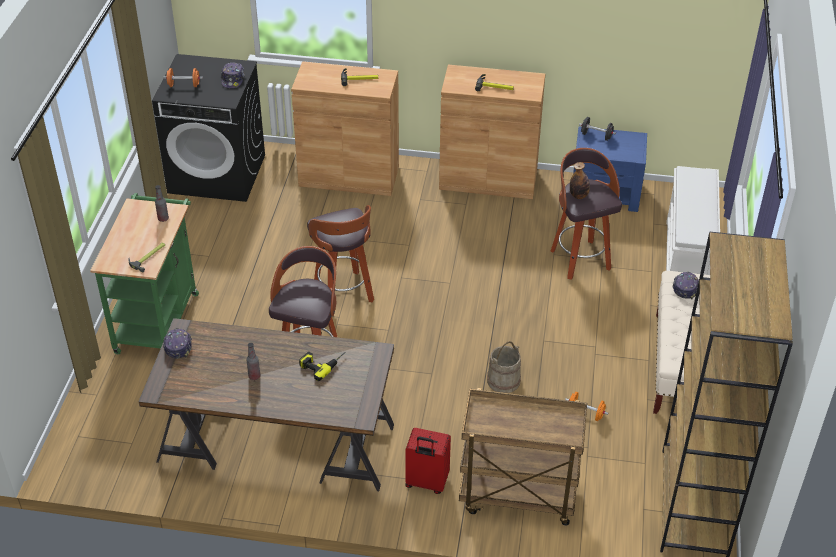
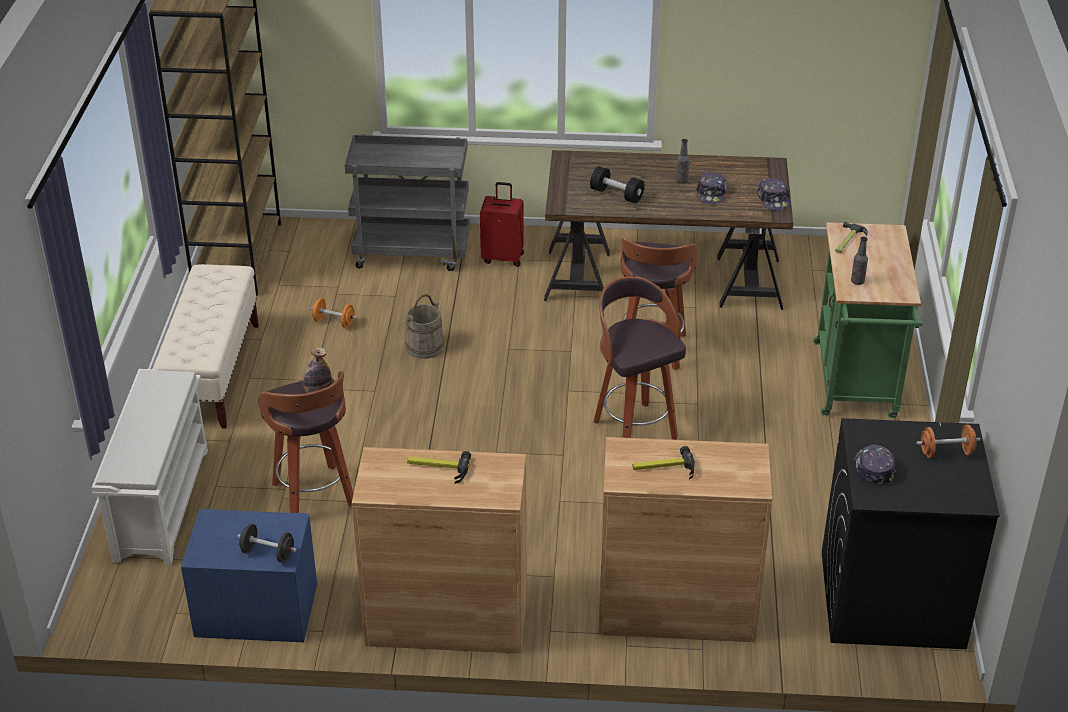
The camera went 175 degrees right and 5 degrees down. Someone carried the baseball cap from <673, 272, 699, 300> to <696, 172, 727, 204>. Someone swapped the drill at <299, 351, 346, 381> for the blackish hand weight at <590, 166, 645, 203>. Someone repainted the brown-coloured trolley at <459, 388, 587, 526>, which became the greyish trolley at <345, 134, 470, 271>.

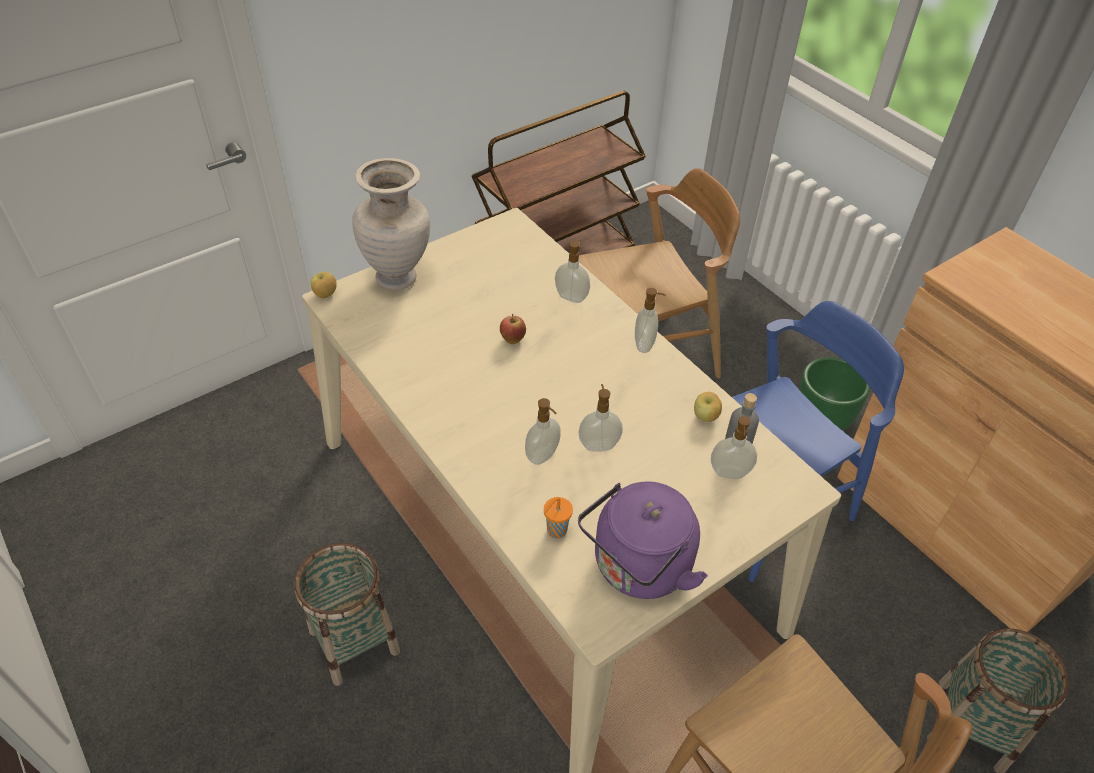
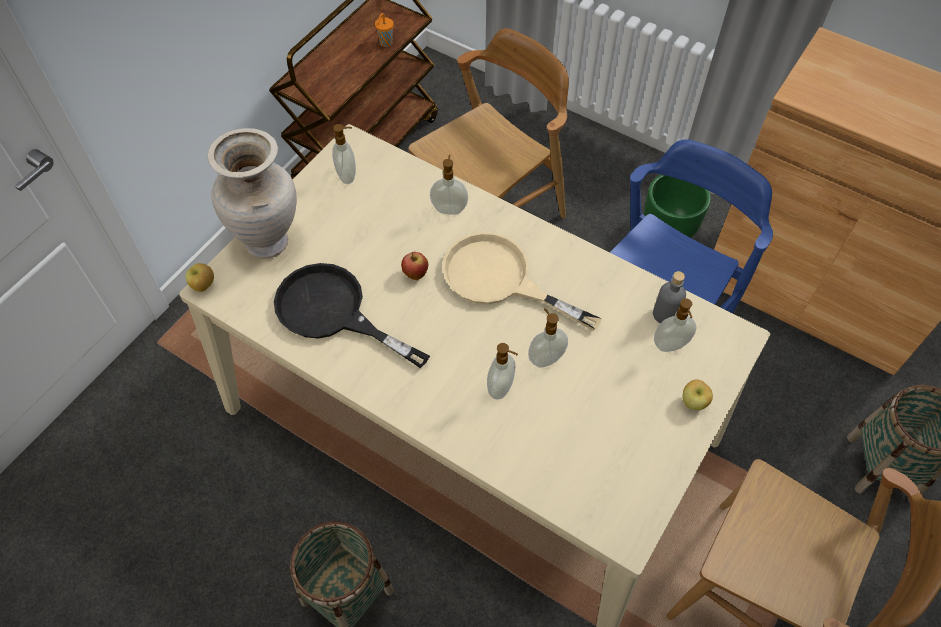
The camera went 20 degrees left and 10 degrees up. Someone carried the liquid soap bottle from <635, 288, 666, 353> to <332, 124, 356, 184>. Someone carried the whole apple from <694, 392, 722, 422> to <683, 379, 713, 410>. Someone took away the purple-coloured water kettle at <578, 481, 708, 599>. Someone carried the orange cup from <544, 497, 573, 539> to <375, 13, 394, 47>. Someone put down the beige pan at <442, 232, 602, 331>. Someone put down the blackish pan at <274, 263, 430, 368>.

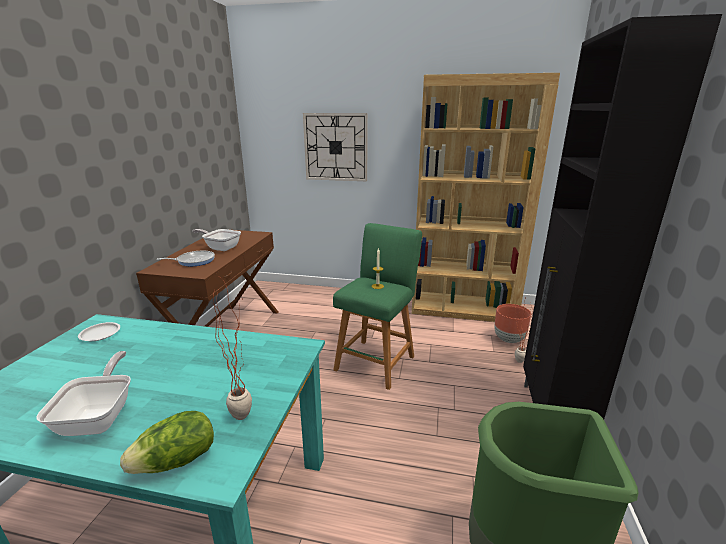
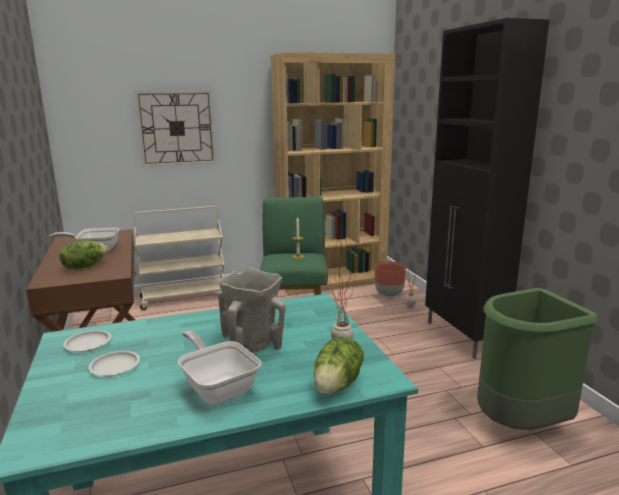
The camera went 30 degrees left and 5 degrees down. Someone swapped the pan at <157, 251, 215, 266> for the head of lettuce at <59, 240, 108, 269>. Someone put down the beige trolley at <133, 206, 224, 310>. Someone put down the beige flower vase at <218, 268, 286, 353>. Someone put down the white-coloured plate at <88, 351, 140, 376>.

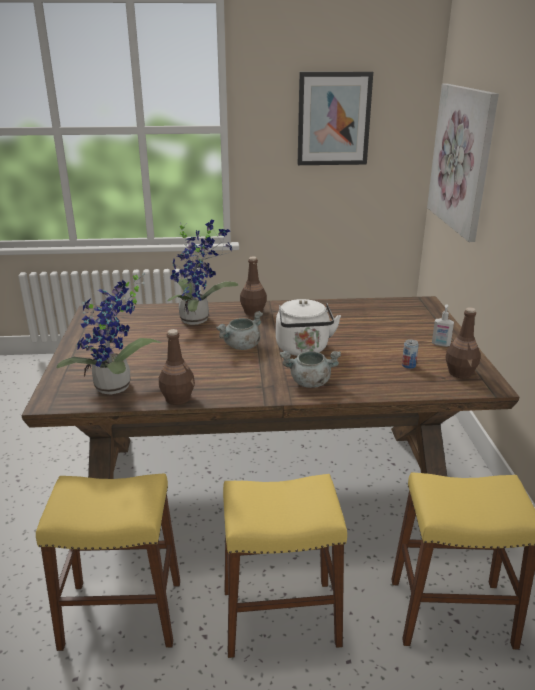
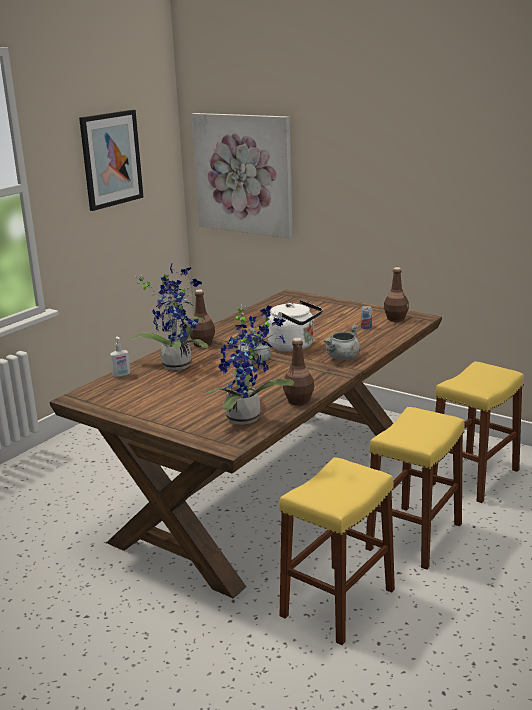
The camera went 50 degrees left and 5 degrees down. Someone carried the liquid soap bottle from <432, 304, 454, 347> to <110, 337, 130, 377>.

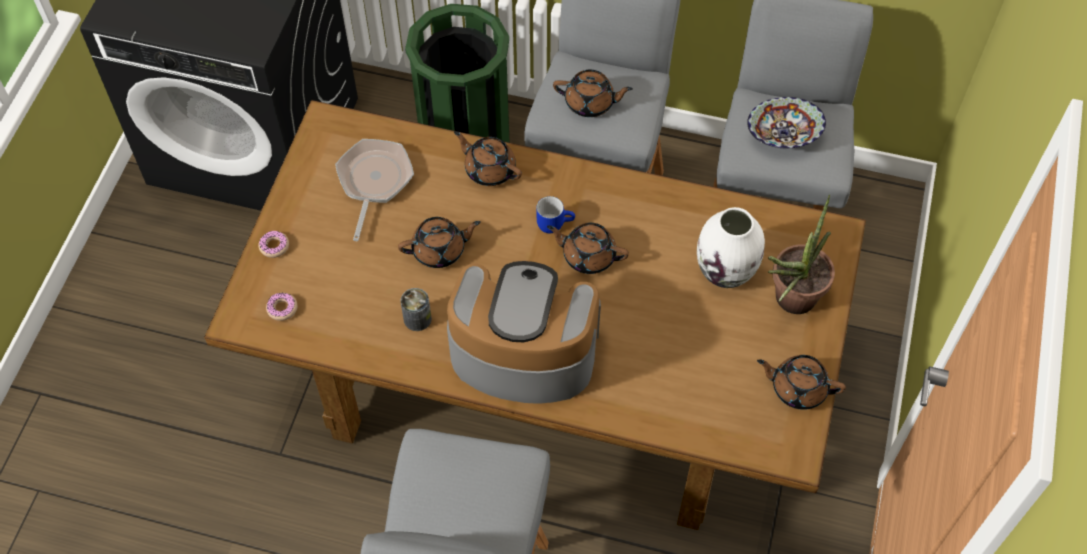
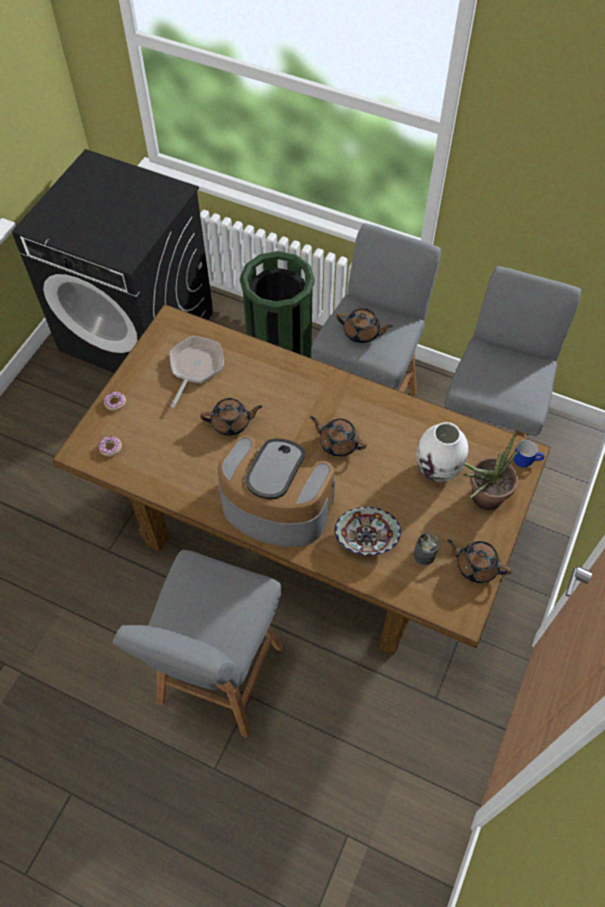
The camera went 10 degrees right and 0 degrees up. Someone carried the deep dish from <747, 97, 826, 148> to <334, 507, 401, 556>. Someone took away the brown-coloured tea pot at <454, 131, 522, 186>. Someone carried the blue-coloured coffee mug from <536, 196, 575, 233> to <514, 440, 545, 468>. Someone carried the can from <400, 288, 432, 331> to <414, 533, 439, 565>.

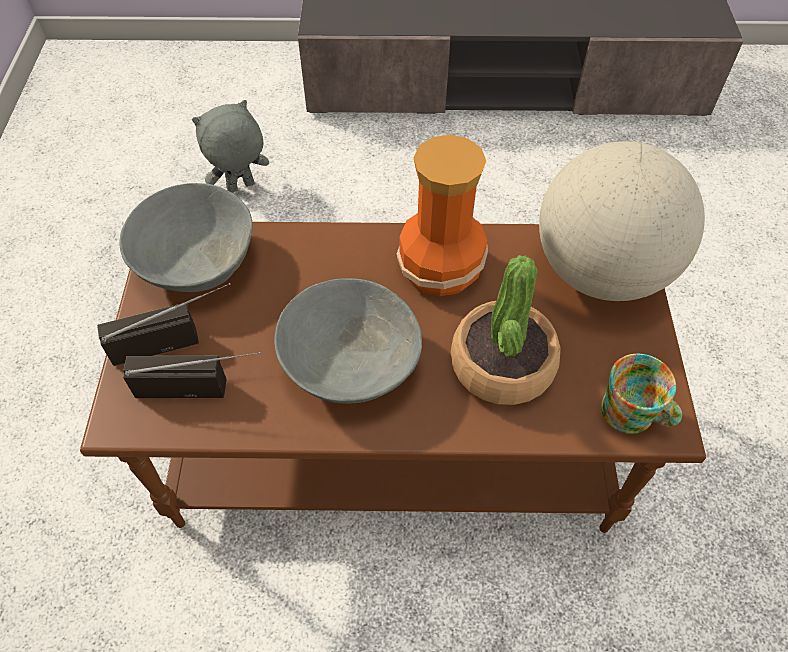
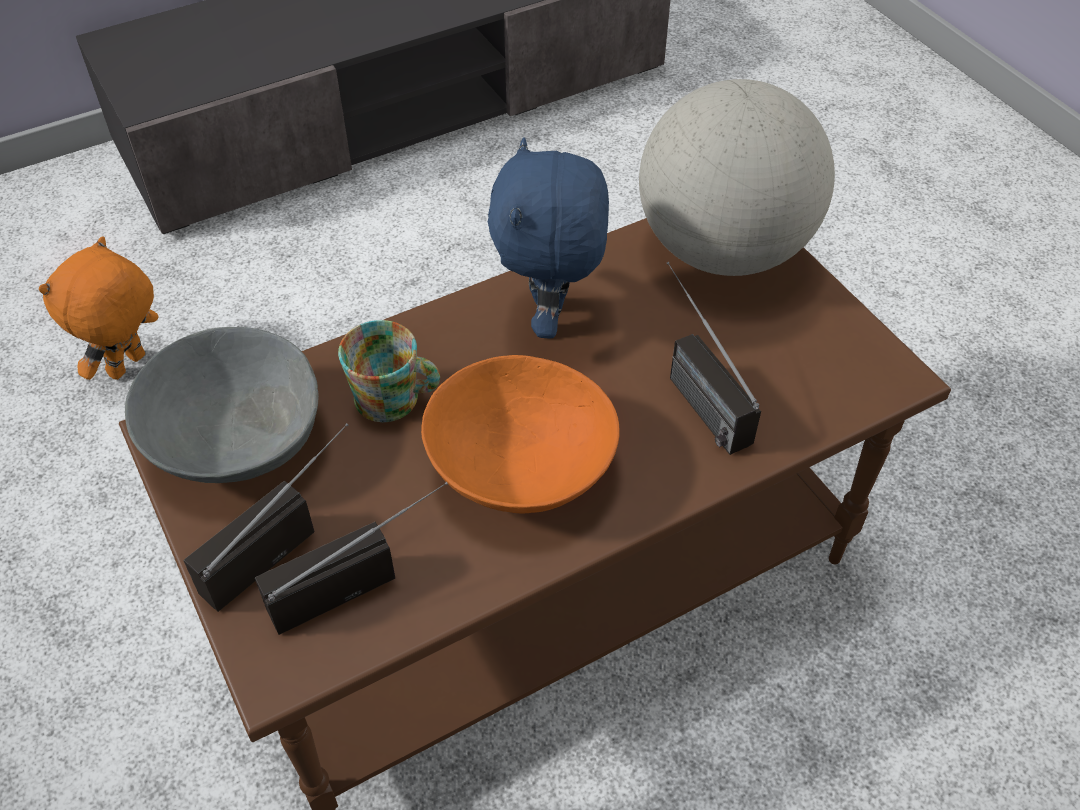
The camera went 30 degrees left and 5 degrees down. Someone repainted the greyish cuddly toy at <192, 100, 269, 193>, which became the orange cuddly toy at <39, 236, 159, 380>. Someone swapped the flower vase at <397, 135, 488, 296> for the blue-coloured cuddly toy at <488, 138, 609, 339>. Someone swapped the plant in a pot at <451, 255, 561, 405> for the radio at <667, 262, 761, 455>. Someone repainted the greyish deep dish at <274, 278, 422, 404>, which became the orange deep dish at <421, 355, 620, 513>. Someone carried the coffee mug from <601, 354, 682, 434> to <338, 320, 440, 422>.

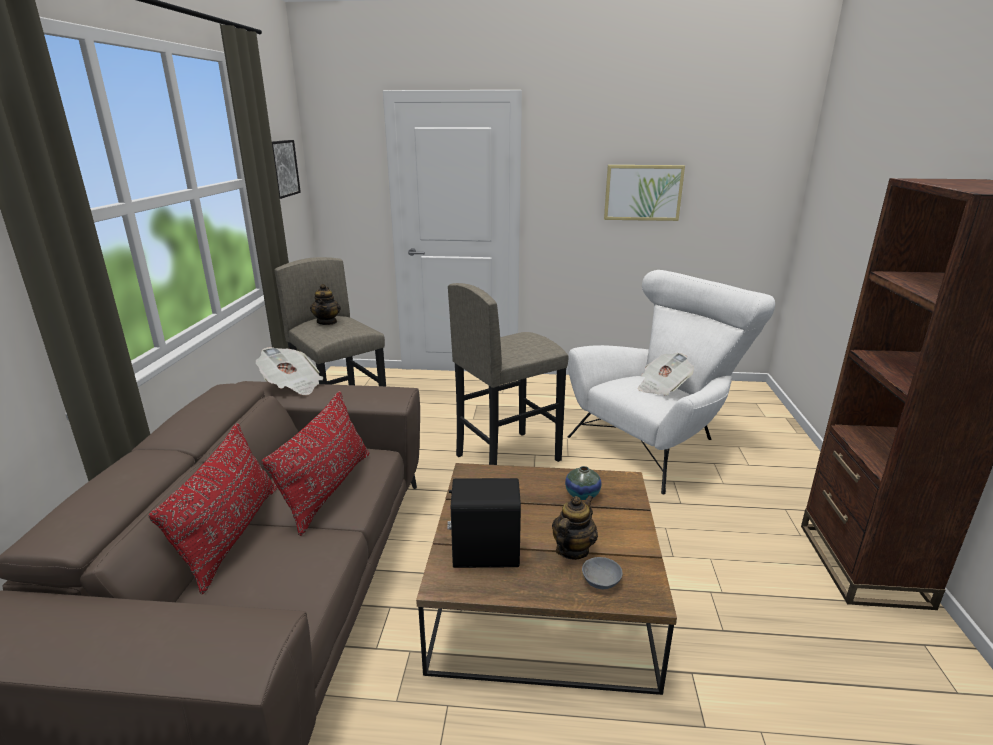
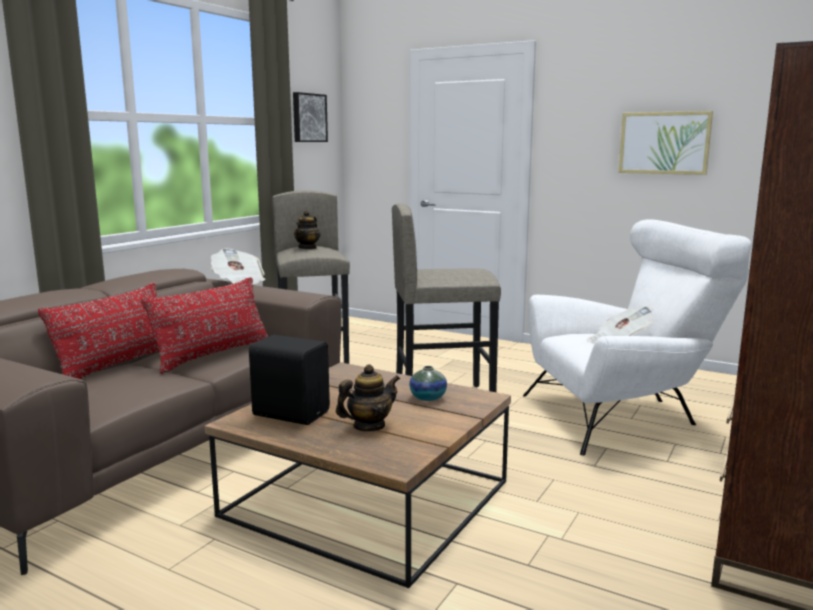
The camera went 25 degrees right and 10 degrees down. Someone took away the greyish deep dish at <582, 557, 623, 589>.

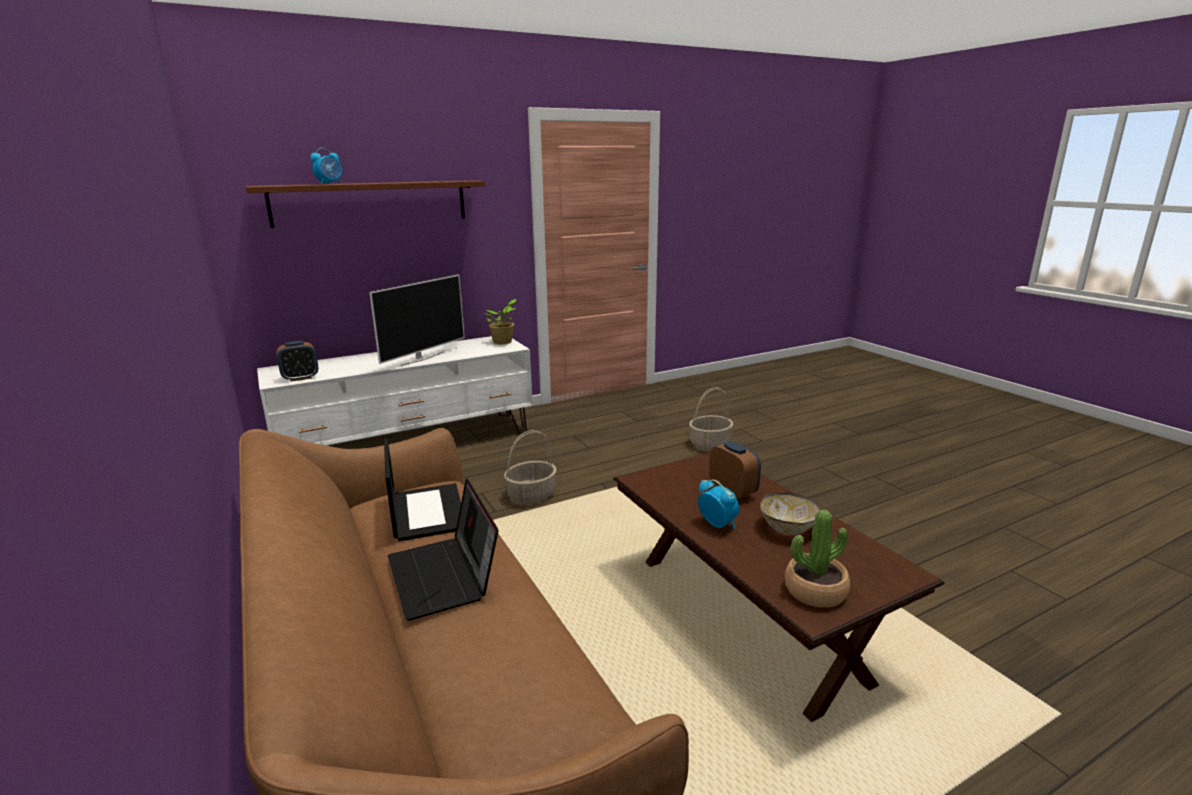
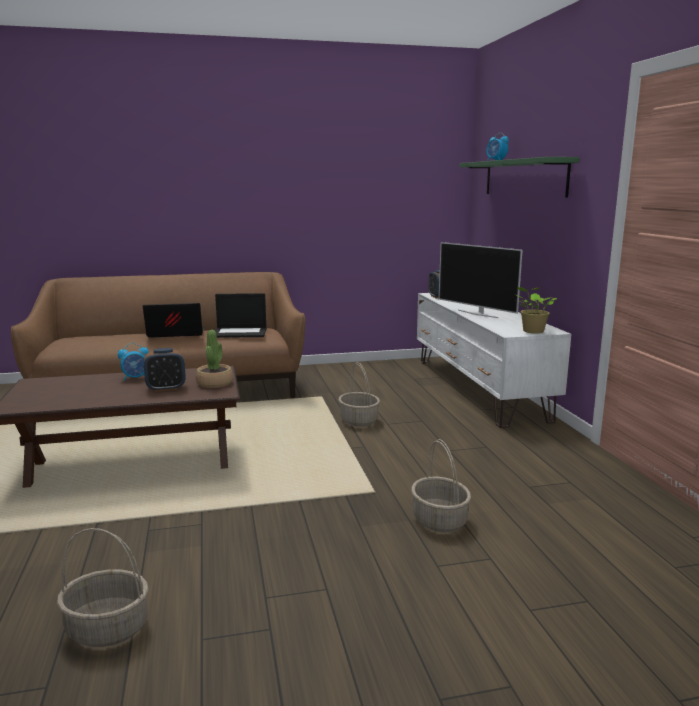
The camera went 105 degrees right and 5 degrees down. Someone repainted the brown-coloured shelf at <246, 180, 486, 228>, which became the greenish shelf at <459, 157, 580, 198>. Someone took away the deep dish at <760, 493, 821, 535>. Someone carried the plant in a pot from <785, 510, 850, 608> to <196, 330, 233, 388>. Someone put down the basket at <57, 528, 149, 647>.

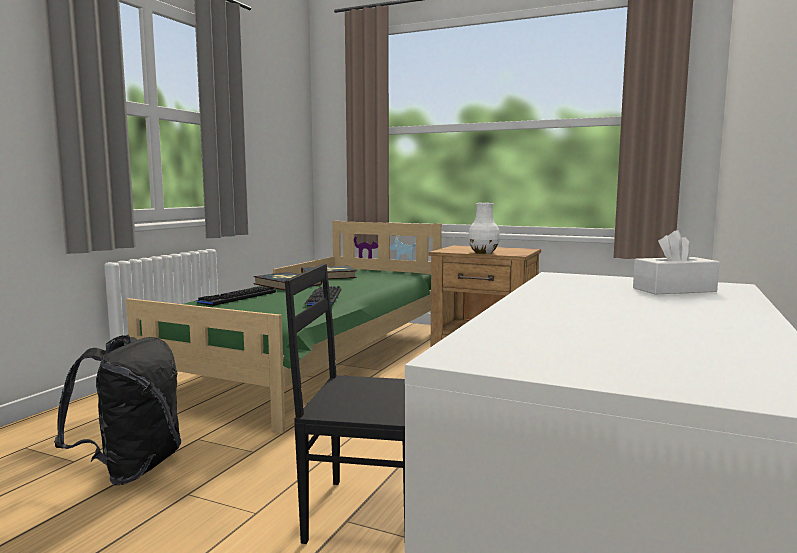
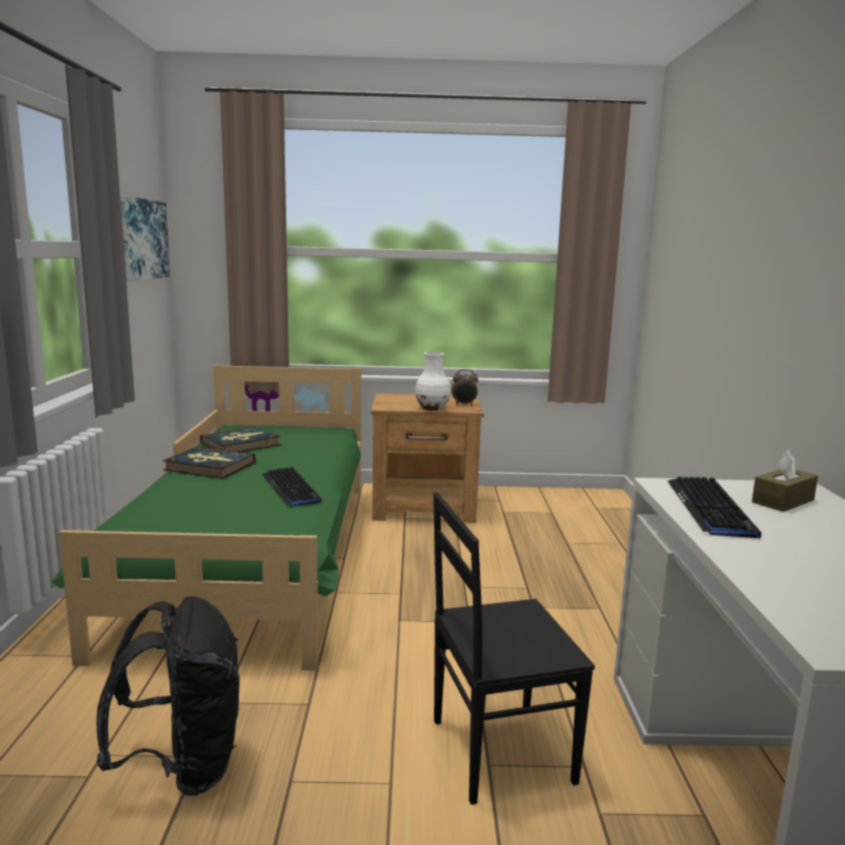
The camera went 25 degrees left and 5 degrees up. Someone repainted the white-coloured tissue holder at <633, 230, 720, 294>, which became the brown-coloured tissue holder at <752, 450, 818, 512>. Someone carried the computer keyboard from <196, 287, 276, 306> to <668, 477, 761, 539>. Someone put up the wall art at <120, 195, 170, 281>. Someone put down the bedside clock at <451, 369, 478, 405>.

